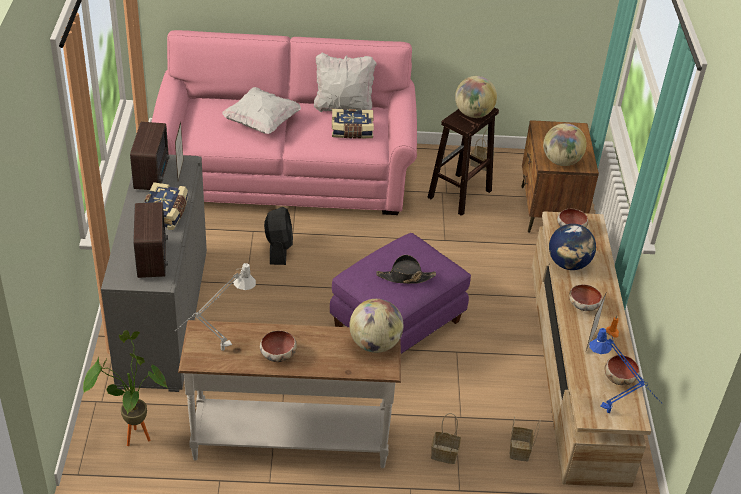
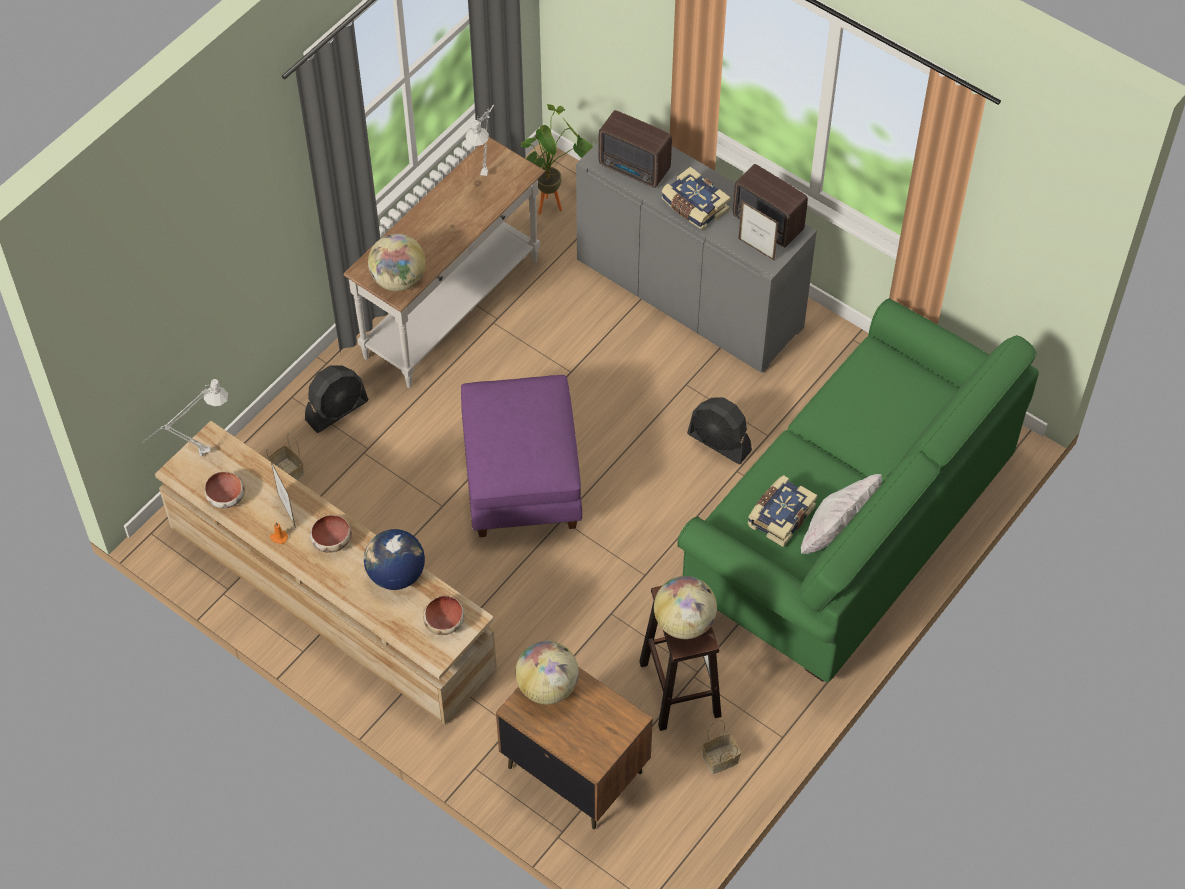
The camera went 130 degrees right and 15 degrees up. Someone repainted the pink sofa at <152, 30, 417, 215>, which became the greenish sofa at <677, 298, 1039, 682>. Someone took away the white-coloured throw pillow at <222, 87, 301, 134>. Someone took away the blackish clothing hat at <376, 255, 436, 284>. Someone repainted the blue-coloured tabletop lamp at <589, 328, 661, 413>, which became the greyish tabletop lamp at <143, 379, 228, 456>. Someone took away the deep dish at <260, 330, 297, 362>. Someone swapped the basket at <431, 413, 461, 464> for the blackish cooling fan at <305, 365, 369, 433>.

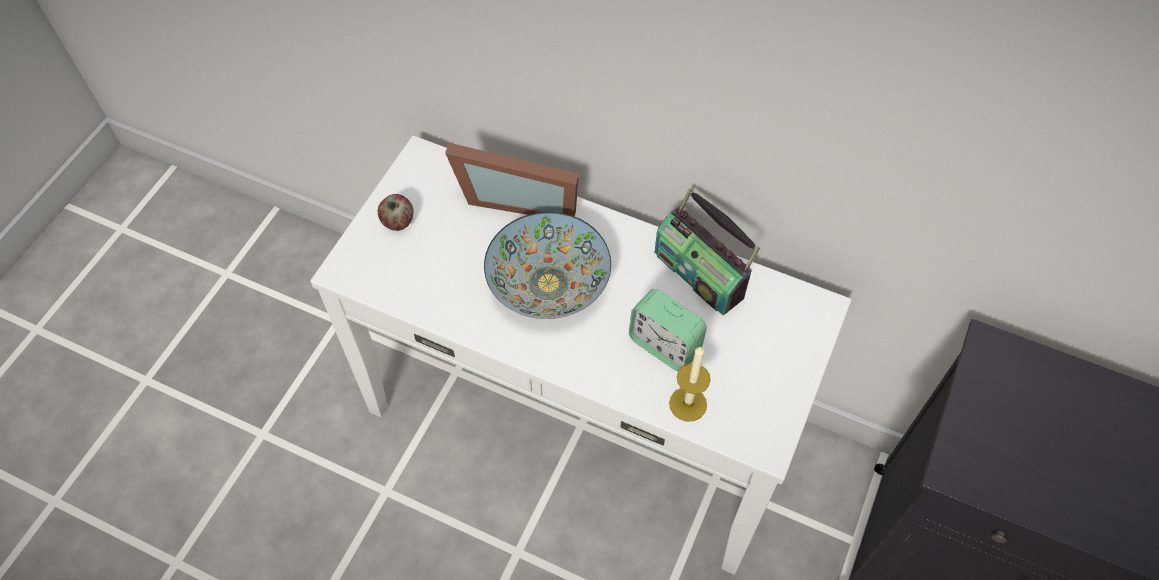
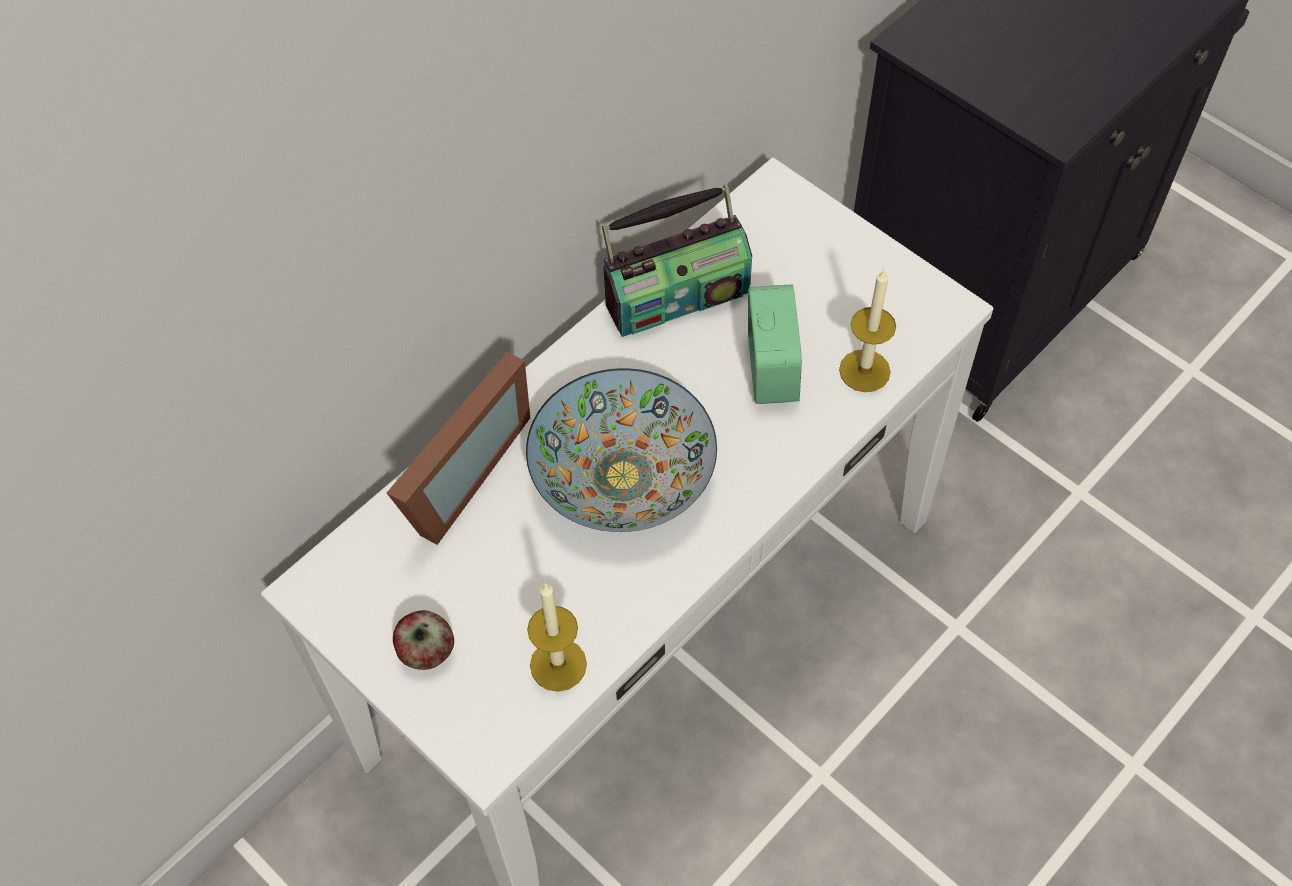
The camera went 70 degrees left and 0 degrees up. Someone rotated the bedside clock at <629, 289, 707, 372> by 60 degrees counterclockwise. Someone put down the wax candle at <527, 583, 587, 692>.

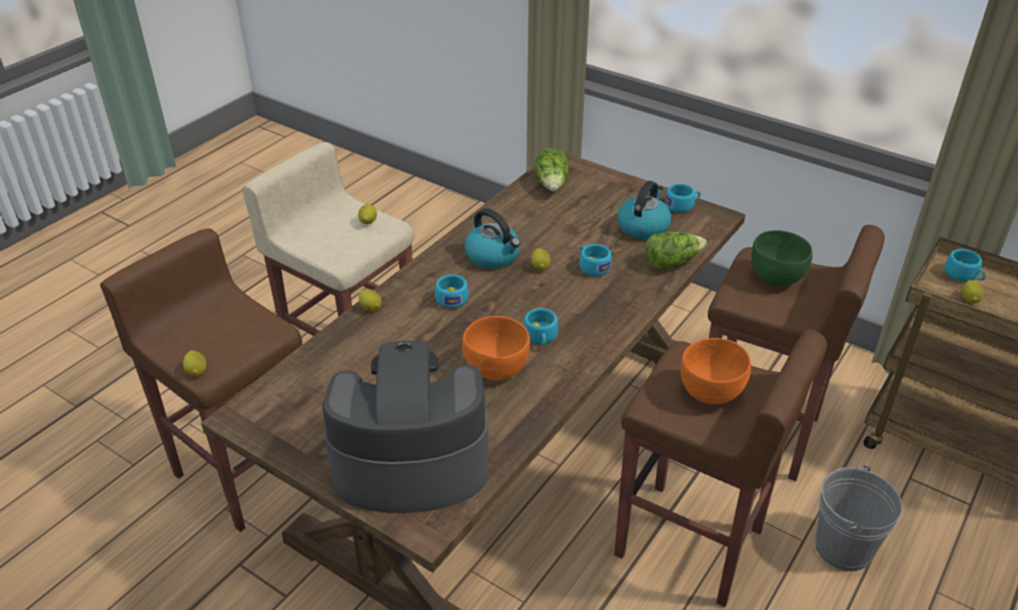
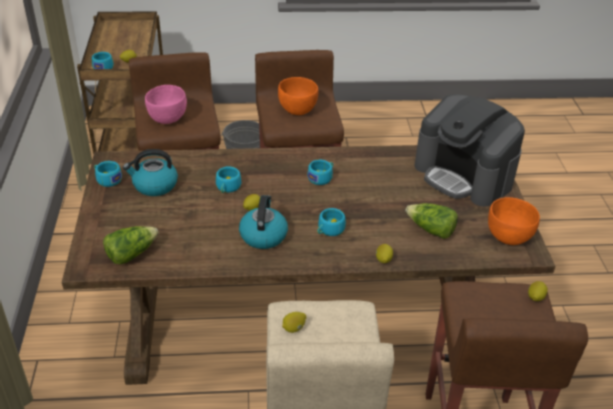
The camera went 130 degrees left and 0 degrees up. Someone repainted the greenish deep dish at <752, 230, 812, 286>, which became the pink deep dish at <145, 85, 187, 124>. Someone carried the head of lettuce from <646, 232, 707, 270> to <405, 203, 458, 239>. Someone carried the orange deep dish from <462, 316, 530, 381> to <488, 197, 540, 245>.

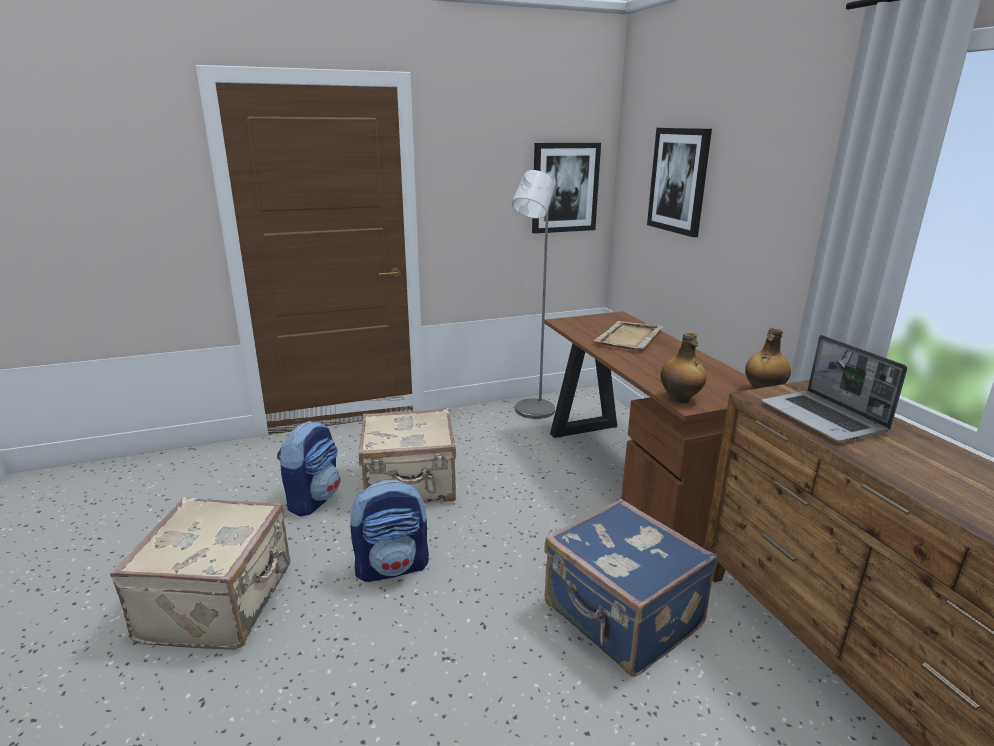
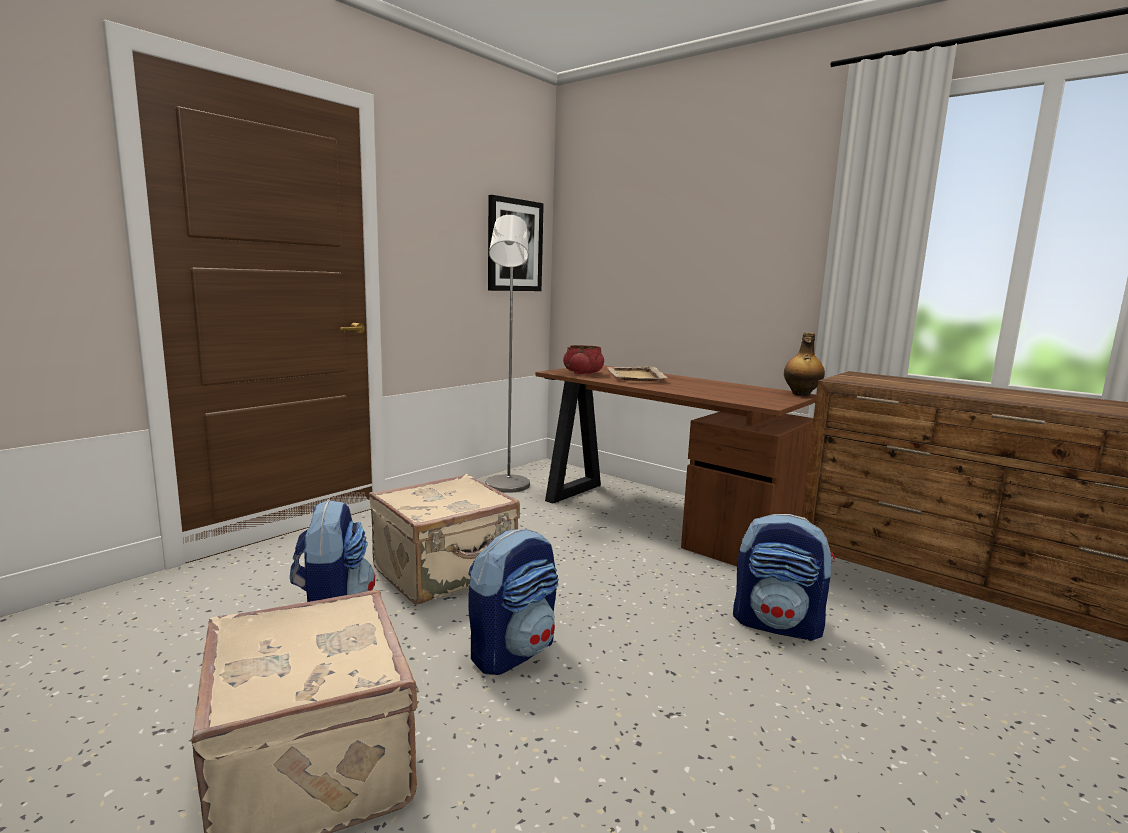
The camera went 30 degrees left and 10 degrees down. Someone took away the wall art at <647, 128, 712, 237>. Someone took away the beverage bottle at <661, 332, 706, 403>. Someone took away the laptop at <761, 335, 907, 442>. Someone swapped the blue-coloured travel case at <544, 499, 717, 677> for the rucksack at <733, 514, 835, 641>. Someone put down the reddish deep dish at <563, 345, 604, 375>.

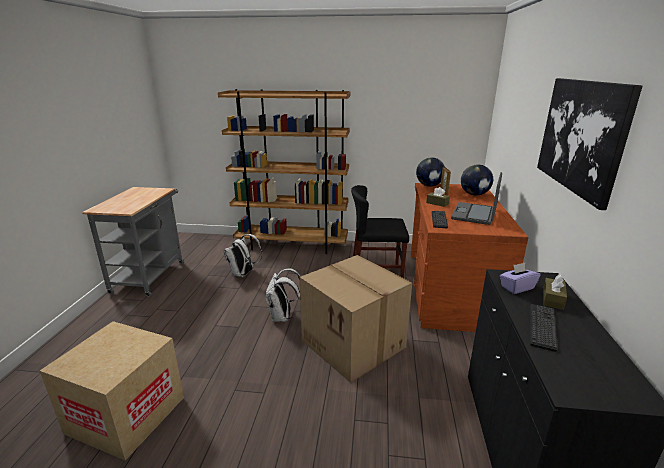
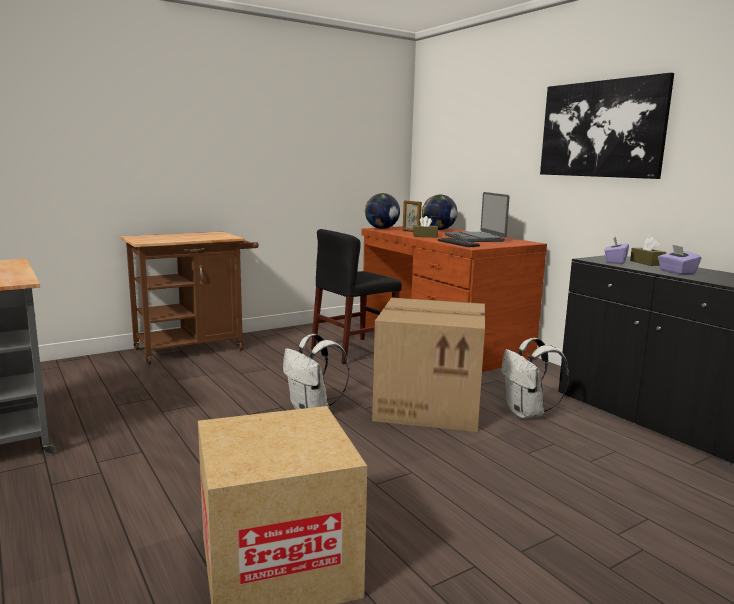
The camera went 40 degrees left and 10 degrees down. Someone swapped the brown-coloured bookcase at <218, 89, 350, 254> for the brown-coloured trolley at <120, 232, 259, 365>. Someone carried the white-coloured rucksack from <223, 234, 262, 277> to <501, 338, 569, 419>. Someone swapped the computer keyboard at <530, 304, 558, 352> for the purple-coloured tissue holder at <658, 244, 701, 275>.

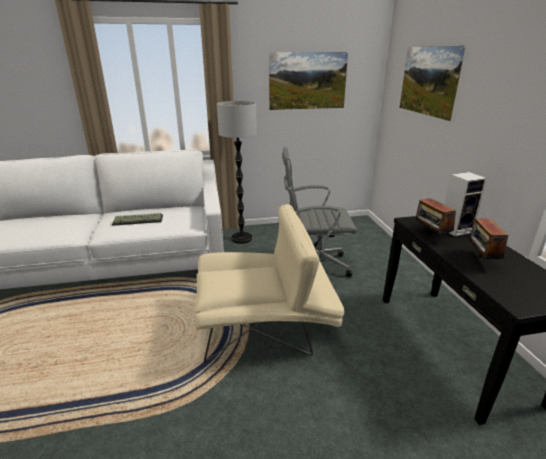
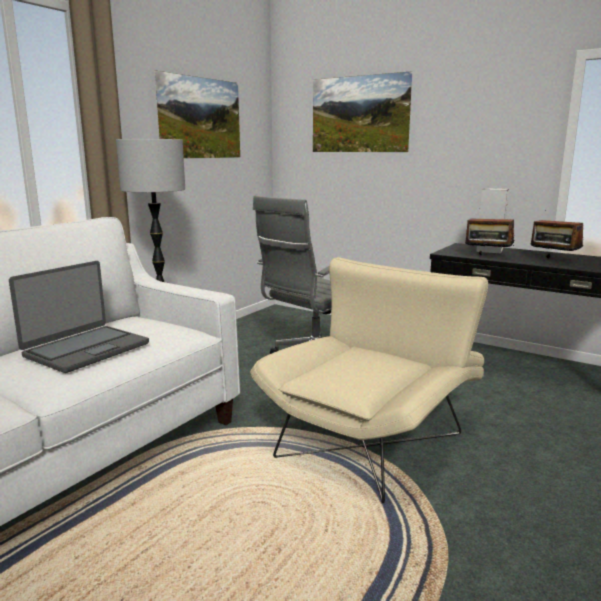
The camera went 45 degrees left and 10 degrees down. Someone swapped the computer keyboard at <112, 213, 163, 226> for the laptop at <9, 261, 149, 373>.

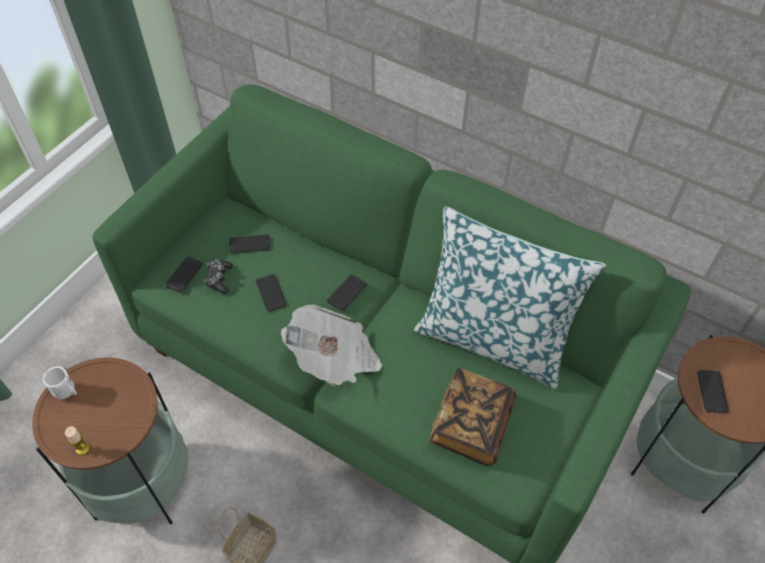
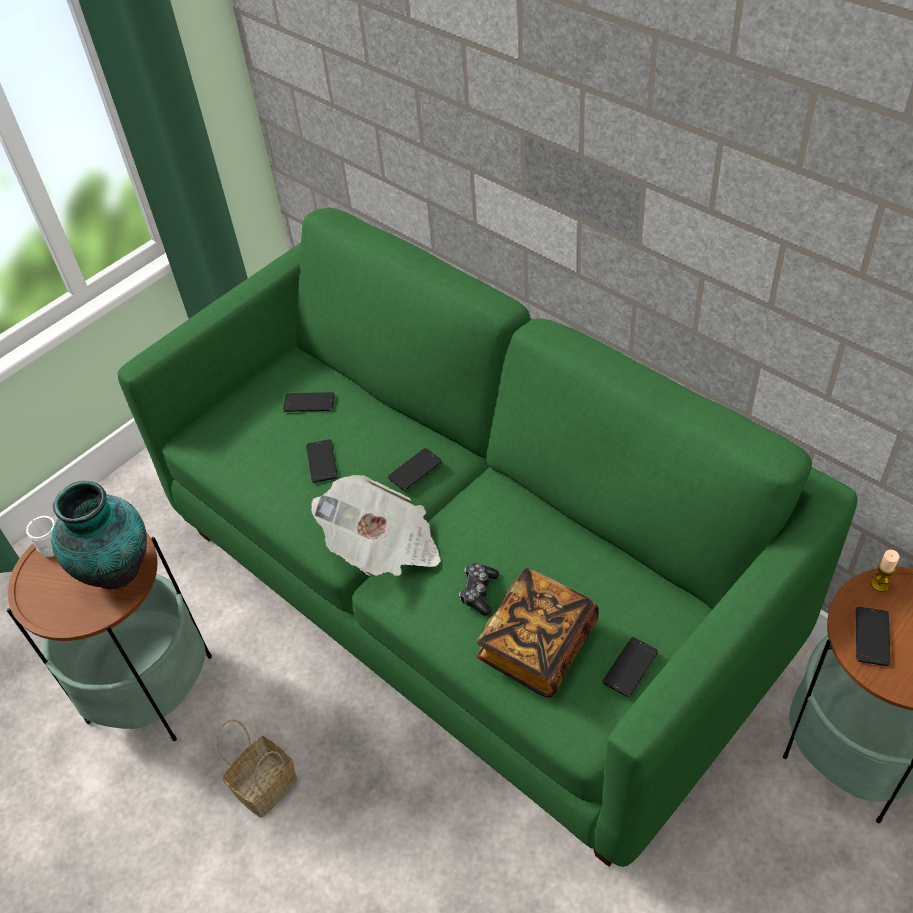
The camera went 15 degrees right and 5 degrees down. Someone took away the throw pillow at <414, 206, 606, 389>. Someone carried the telephone from <165, 257, 203, 293> to <603, 637, 658, 697>. Someone carried the gamepad from <204, 259, 233, 294> to <459, 563, 499, 616>. Someone carried the wax candle from <65, 426, 90, 455> to <871, 550, 899, 592>. Someone put down the flower vase at <51, 481, 147, 589>.

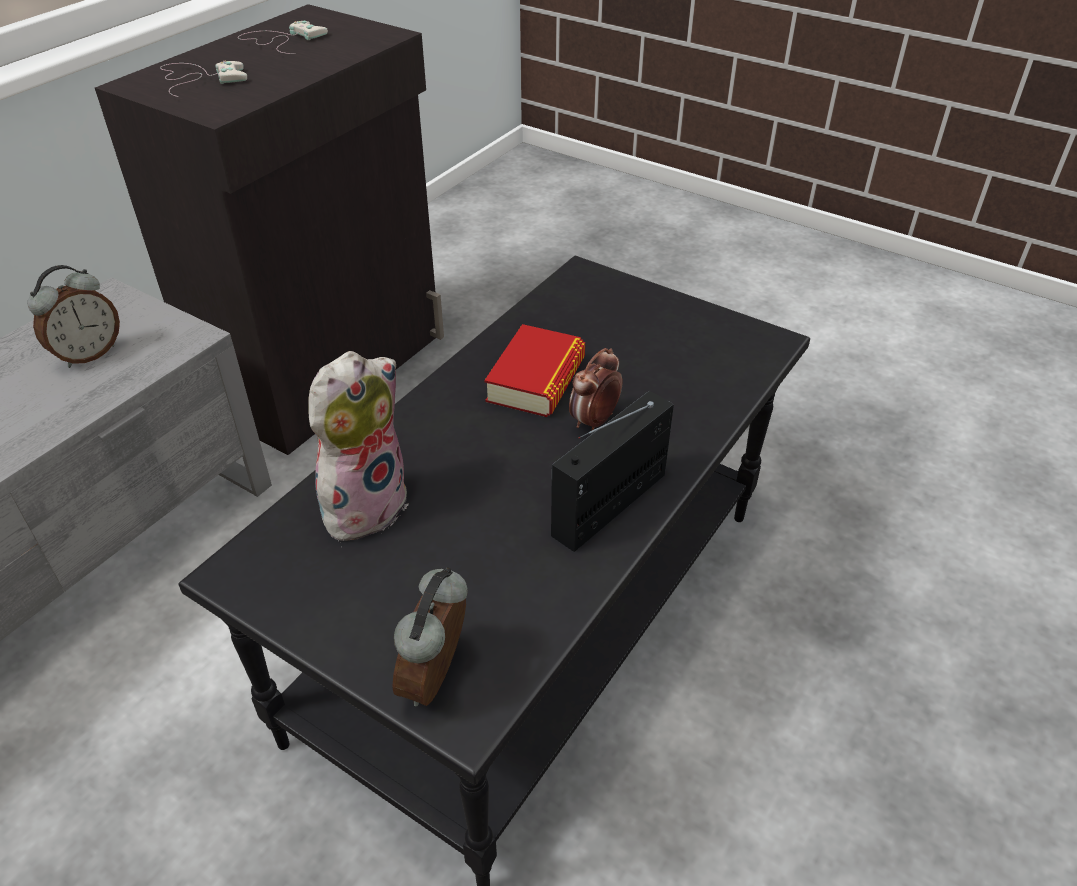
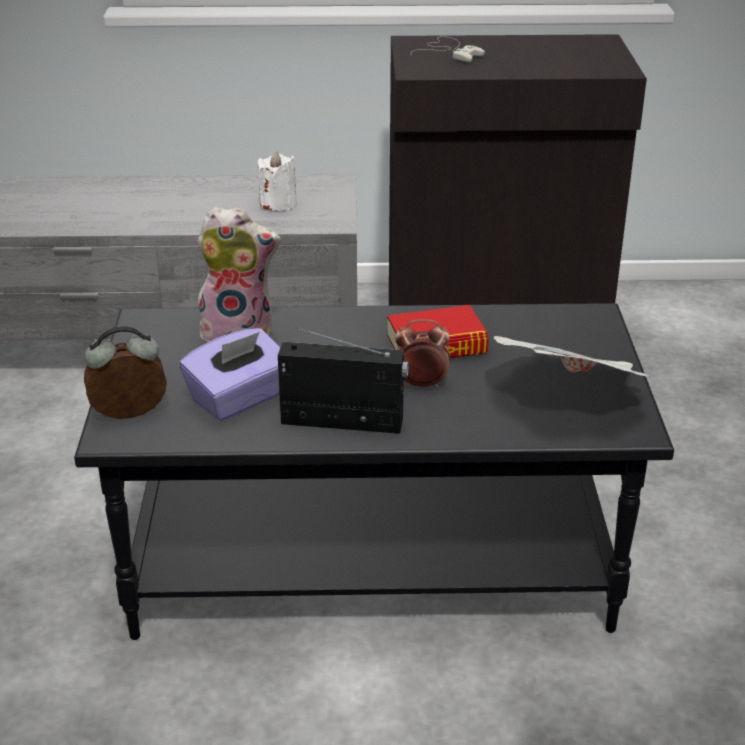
The camera went 55 degrees right and 10 degrees down. Someone took away the white-coloured gamepad at <238, 21, 328, 54>. Someone swapped the bedside clock at <28, 265, 120, 368> for the white-coloured wax candle at <257, 151, 297, 211>. Someone put down the purple-coloured tissue holder at <179, 328, 280, 421>. Someone put down the newspaper at <494, 336, 652, 379>.

